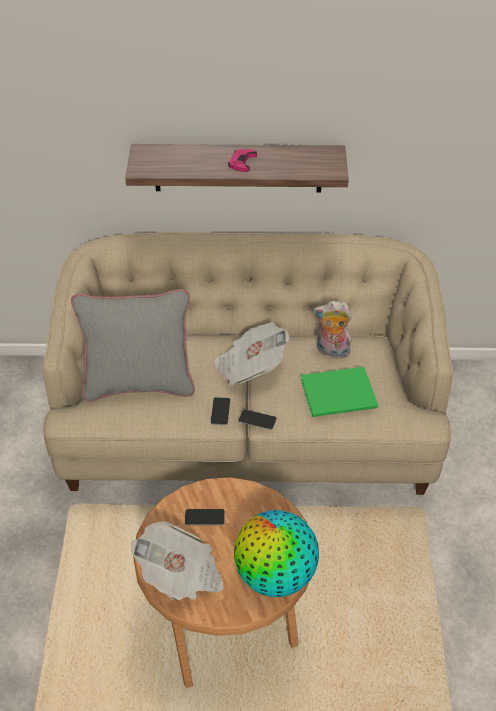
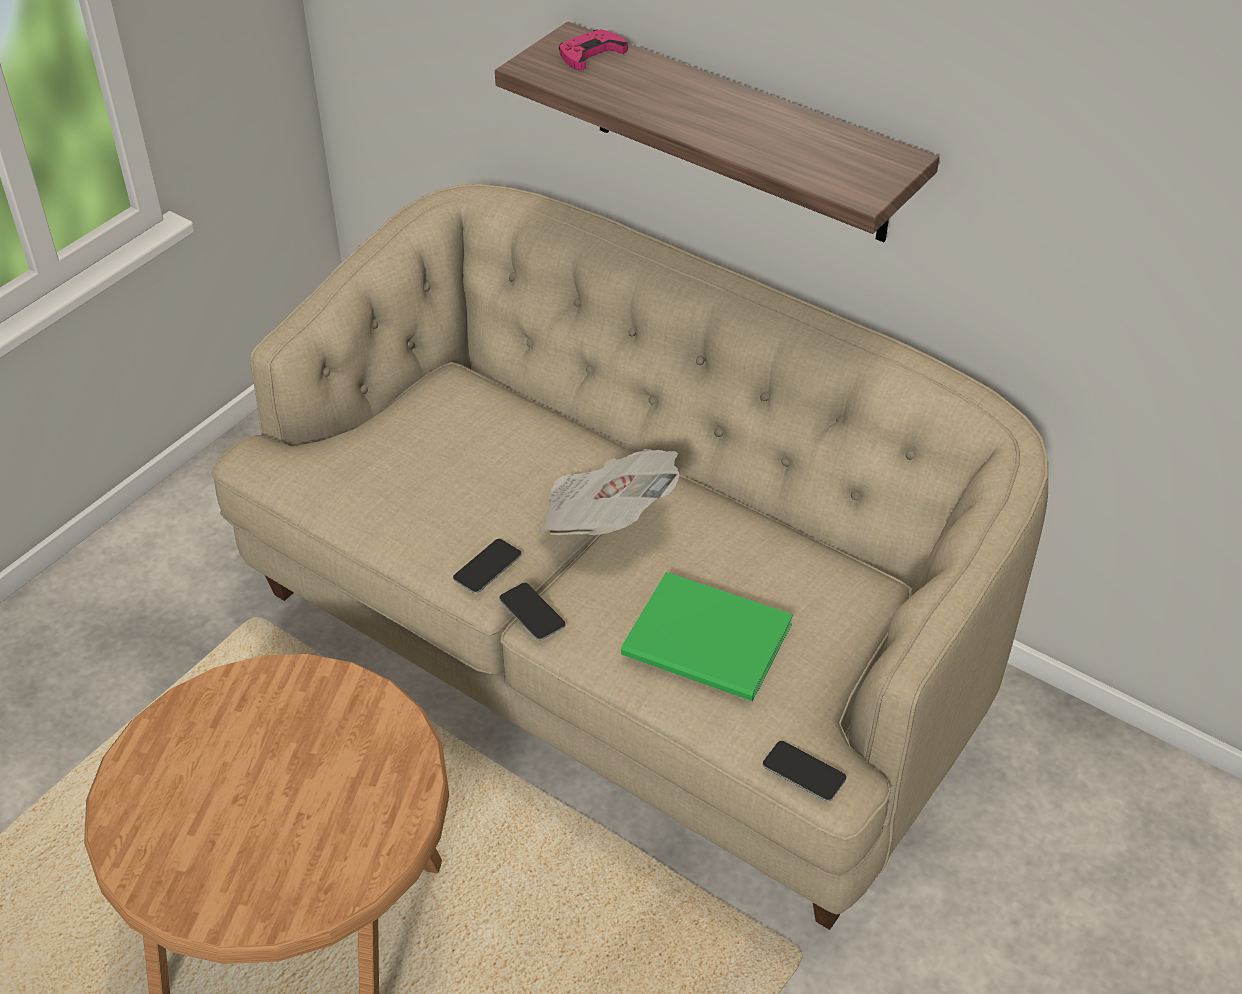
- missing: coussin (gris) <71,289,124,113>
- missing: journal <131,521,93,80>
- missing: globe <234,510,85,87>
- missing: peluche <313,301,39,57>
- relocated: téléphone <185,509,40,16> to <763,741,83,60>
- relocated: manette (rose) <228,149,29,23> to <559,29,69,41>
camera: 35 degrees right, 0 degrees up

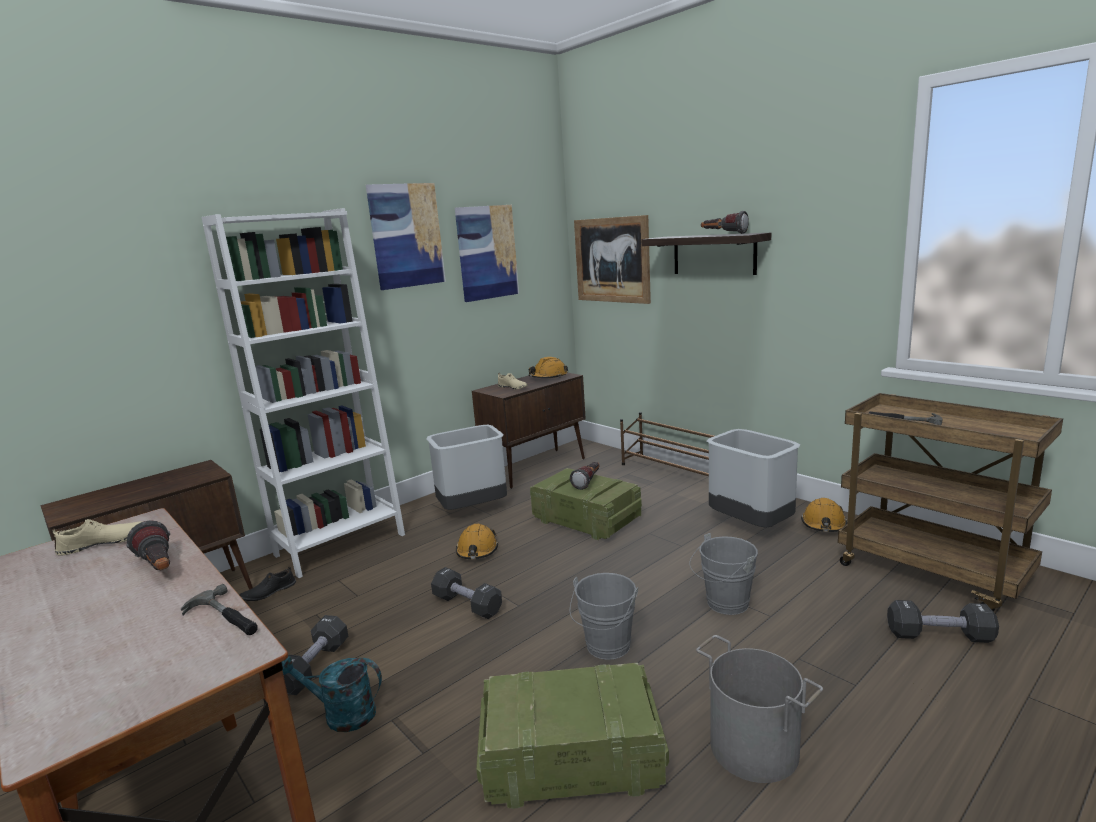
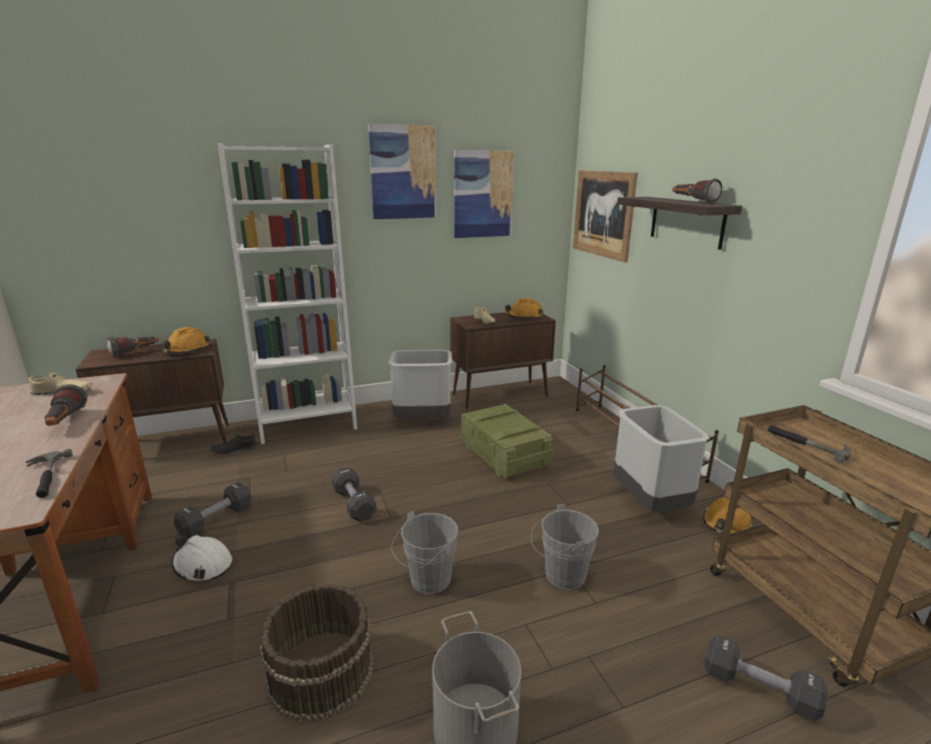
- relocated: casque de chantier (orange) <456,524,42,35> to <161,327,50,26>
- relocated: lampe de poche <570,462,30,28> to <107,336,52,21>
- exchanged: arrosoir (turquoise) <282,655,100,77> to casque de chantier (blanc) <172,535,60,46>
- exchanged: caisse <476,663,193,146> to seau (marron) <260,584,113,138>
camera: 20 degrees right, 5 degrees up

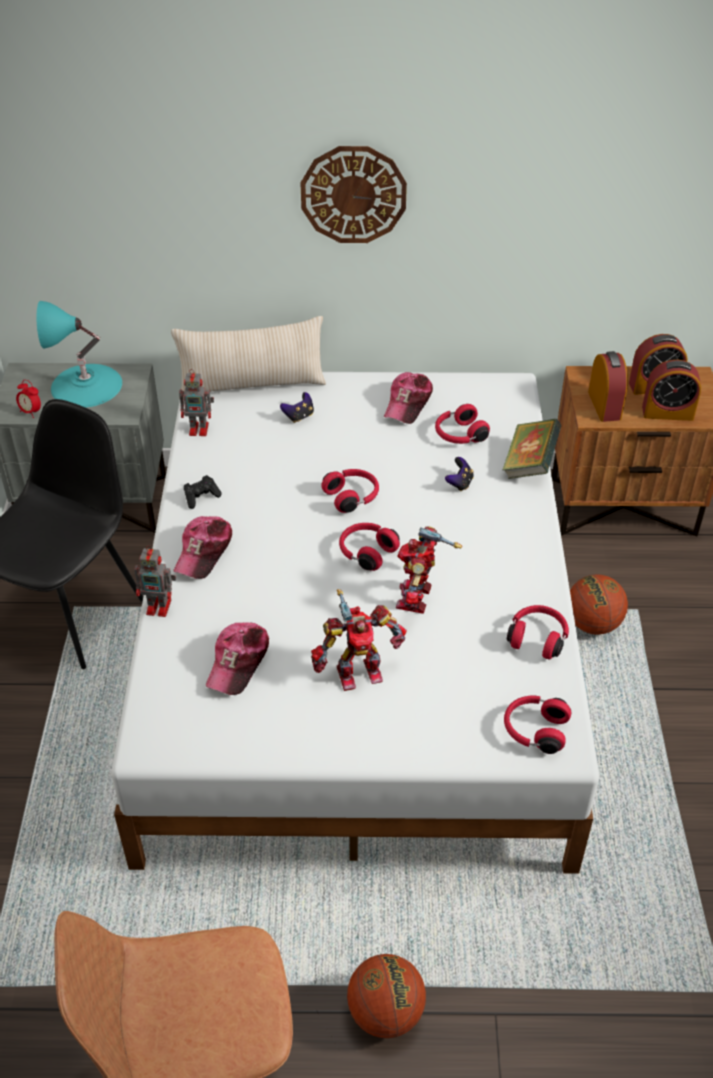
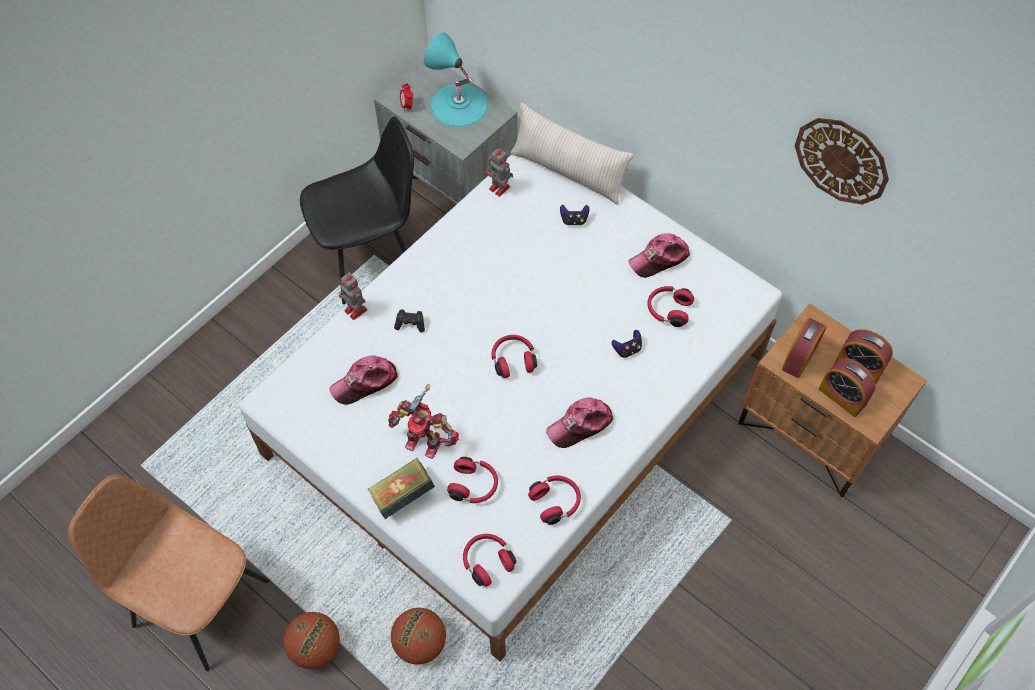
- missing: robot jouet <396,526,66,88>
- relocated: casquette <173,516,59,63> to <546,397,67,51>
- relocated: manette (noir) <184,475,38,34> to <394,310,31,23>
- relocated: horloge murale <300,146,107,97> to <795,118,94,87>
- relocated: casque audio (rouge) <321,469,58,44> to <447,457,51,46>
- relocated: livre <502,419,59,60> to <368,458,67,61>
- relocated: ballon de basket <570,574,58,61> to <391,608,55,57>
camera: 40 degrees right, 15 degrees up

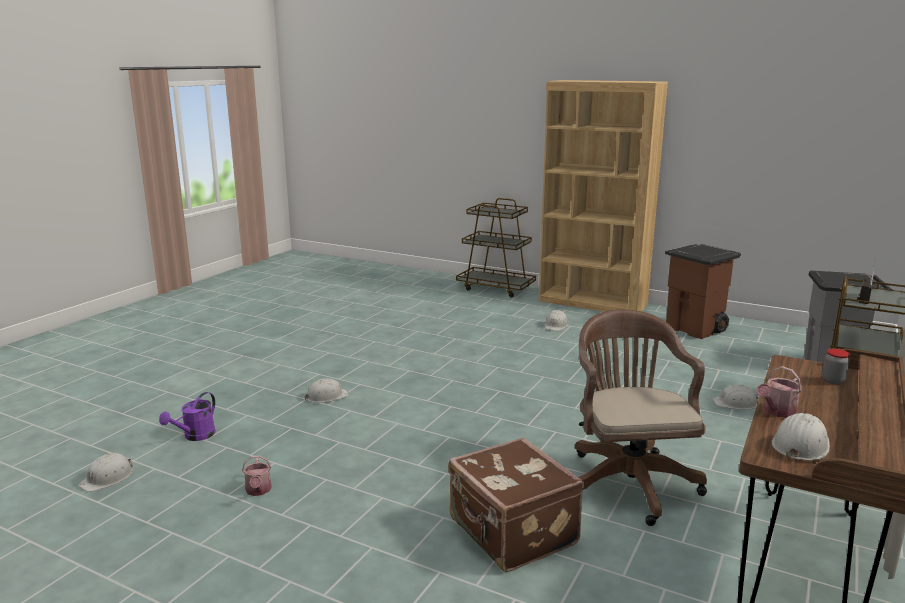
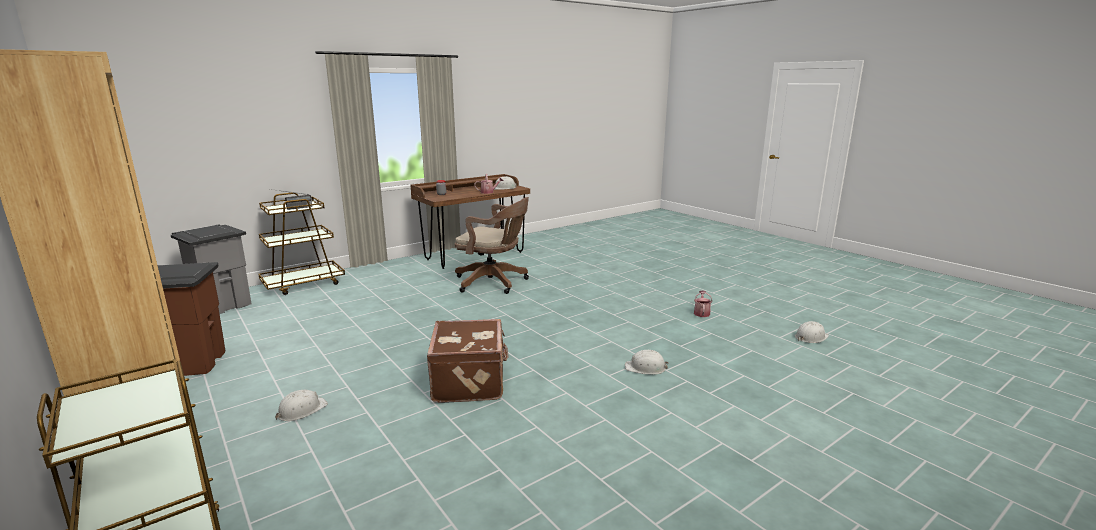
- missing: arrosoir (violet) <159,392,56,49>
- missing: casque de chantier (blanc) <713,384,46,26>
- relocated: valise (marron) <448,437,136,135> to <427,319,82,84>
- spun: chaise de bureau (marron) <575,309,132,217> = <455,197,74,97> 90 degrees counterclockwise
camera: 155 degrees left, 0 degrees up

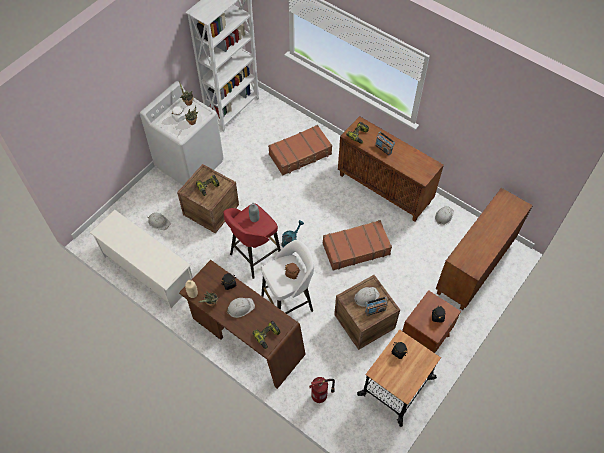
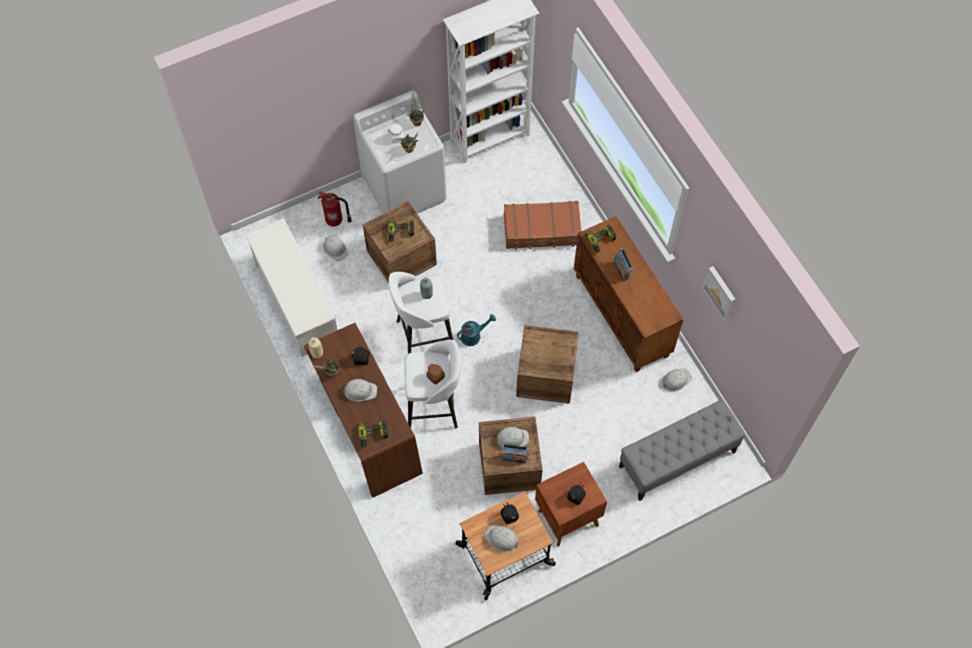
- appeared: casque de chantier (blanc) <484,525,36,27>
- appeared: tableau <703,266,33,54>
- relocated: extincteur <309,377,26,26> to <318,191,34,35>
- exchanged: valise (marron) <323,220,69,51> to caisse <516,325,63,79>
- exchanged: meuble de rangement (marron) <436,188,97,122> to banc (gris) <619,400,126,101>
- colour: tabouret (rouge) <224,203,57,76> to tabouret (blanc) <389,272,64,82>
camera: 25 degrees right, 5 degrees up

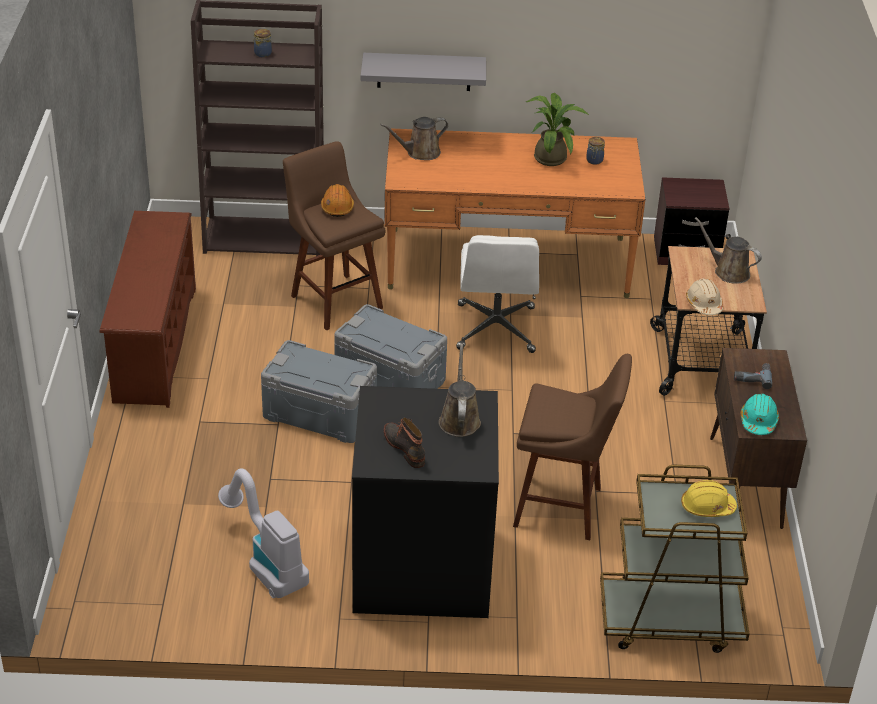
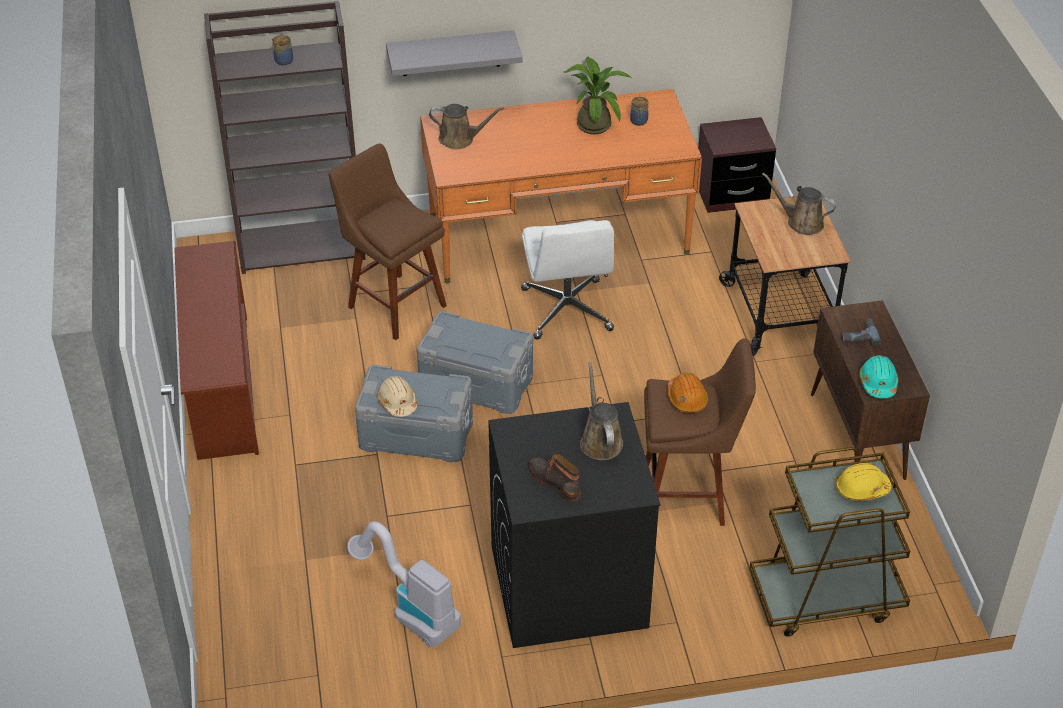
- relocated: casque de chantier (orange) <321,184,33,33> to <667,373,41,40>
- relocated: casque de chantier (beige) <686,279,37,36> to <377,376,40,41>
- spun: arrosoir (marron) <380,117,68,43> = <429,104,75,45> 135 degrees counterclockwise
camera: 10 degrees left, 5 degrees up

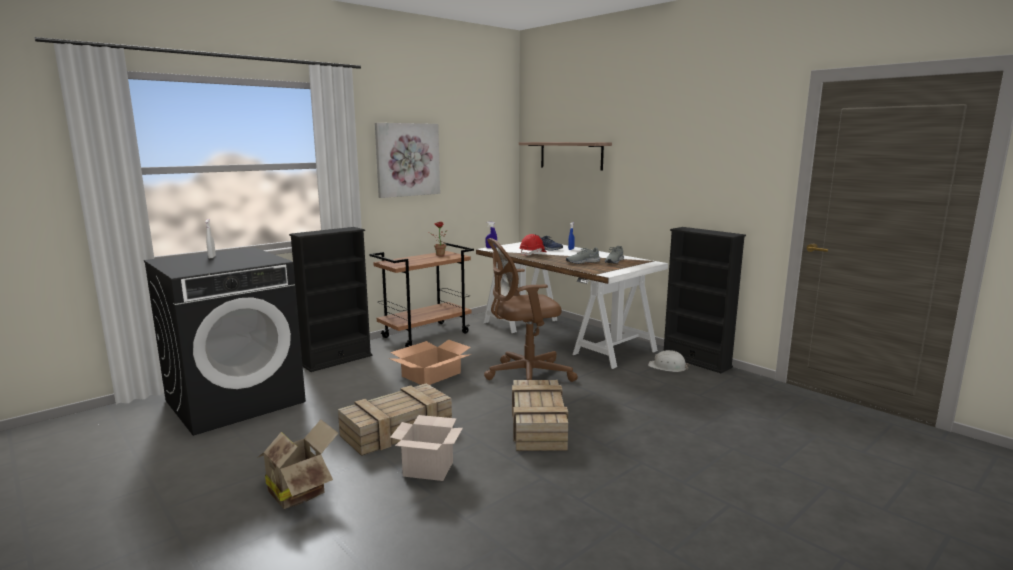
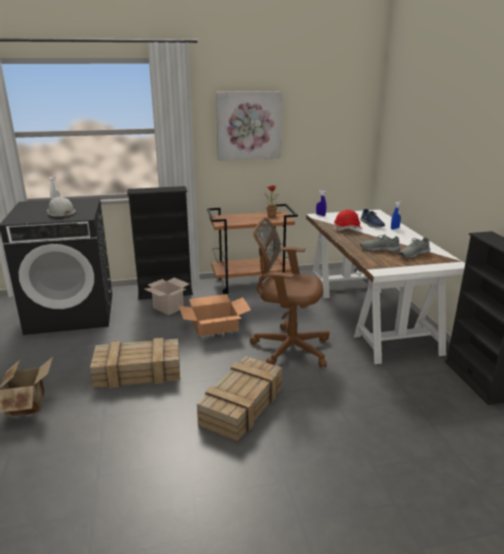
- missing: étagère <519,142,93,29>
- relocated: carton <390,415,73,66> to <145,278,44,37>
- relocated: casque de chantier (blanc) <648,350,42,22> to <47,197,29,20>
camera: 30 degrees right, 10 degrees up

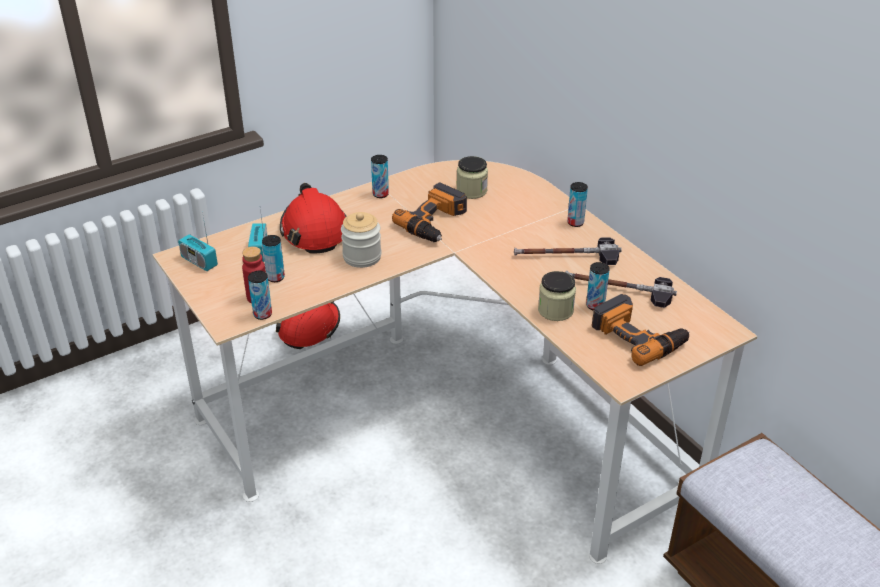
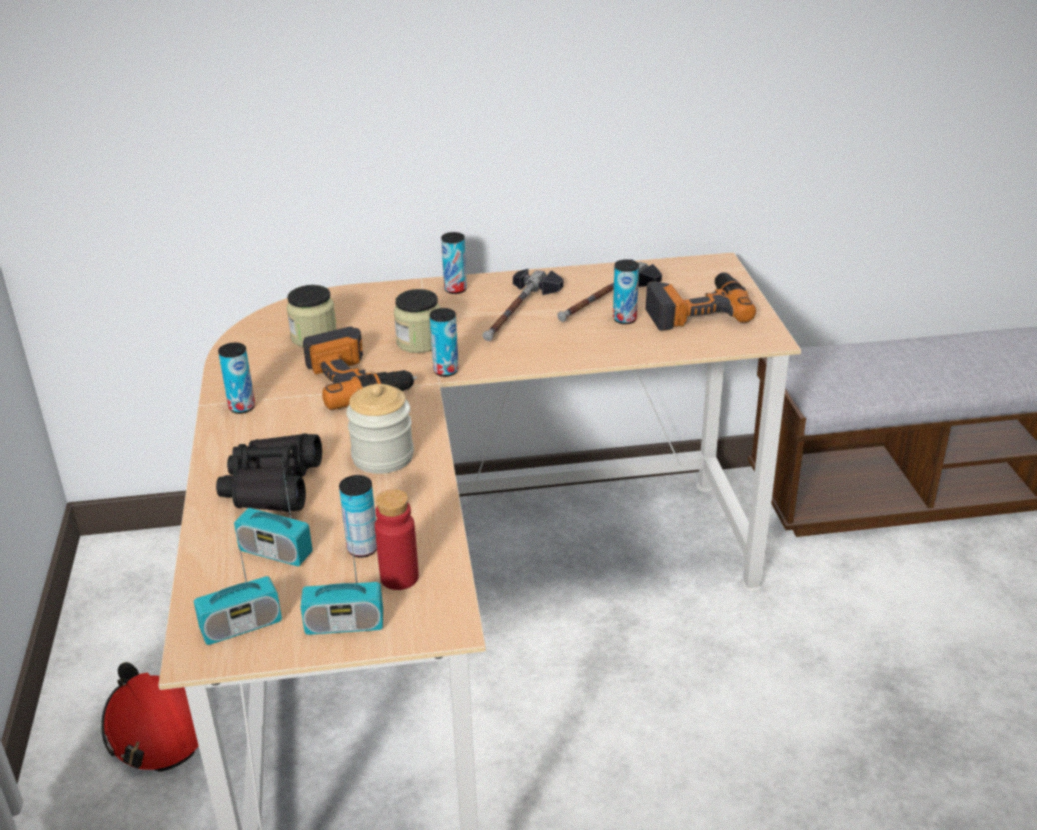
- appeared: radio <301,523,82,112>
- relocated: boîte métallique <248,271,24,49> to <430,308,29,69>
- relocated: bocal <538,271,38,50> to <394,289,47,64>
- exchanged: casque de chantier (rouge) <280,183,67,71> to jumelles (noir) <216,433,106,79>
camera: 65 degrees left, 5 degrees down

